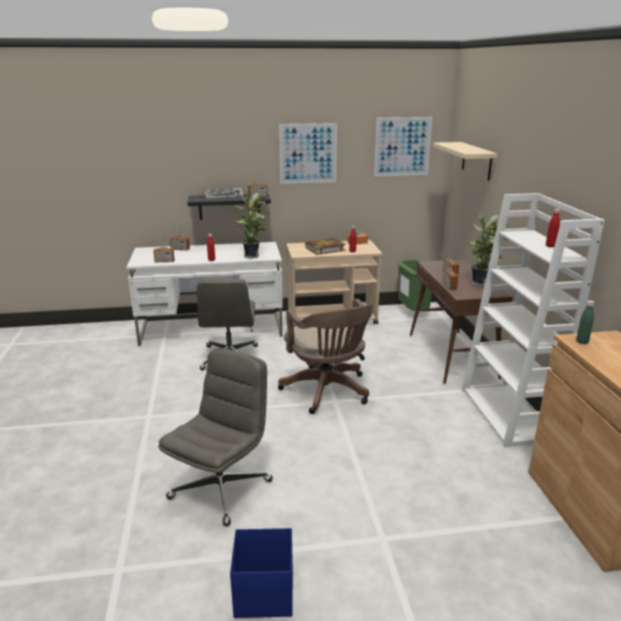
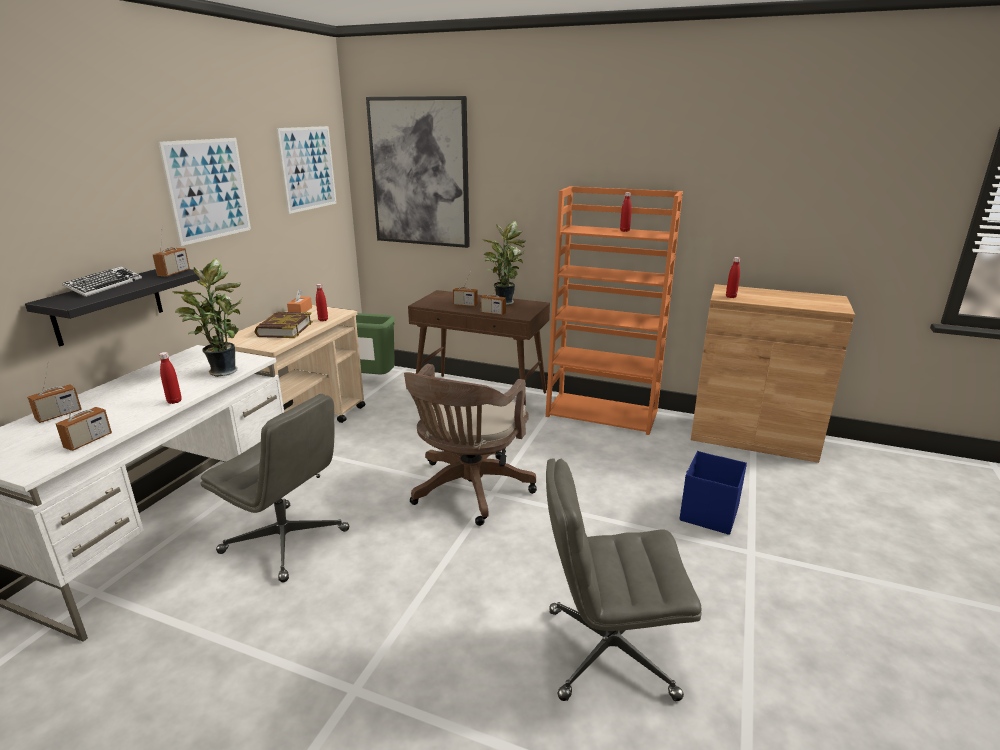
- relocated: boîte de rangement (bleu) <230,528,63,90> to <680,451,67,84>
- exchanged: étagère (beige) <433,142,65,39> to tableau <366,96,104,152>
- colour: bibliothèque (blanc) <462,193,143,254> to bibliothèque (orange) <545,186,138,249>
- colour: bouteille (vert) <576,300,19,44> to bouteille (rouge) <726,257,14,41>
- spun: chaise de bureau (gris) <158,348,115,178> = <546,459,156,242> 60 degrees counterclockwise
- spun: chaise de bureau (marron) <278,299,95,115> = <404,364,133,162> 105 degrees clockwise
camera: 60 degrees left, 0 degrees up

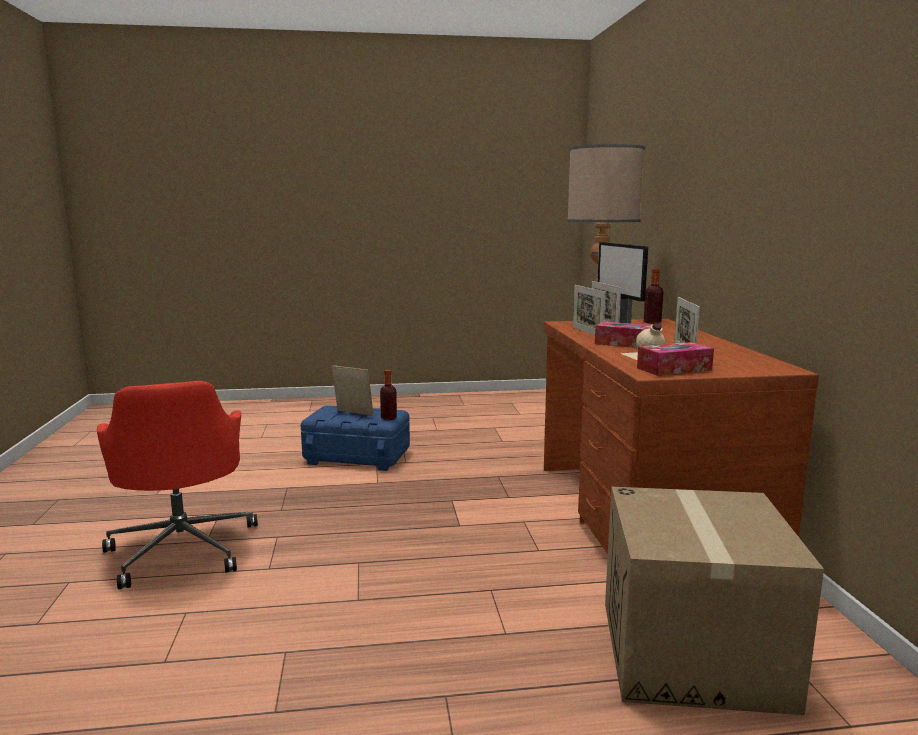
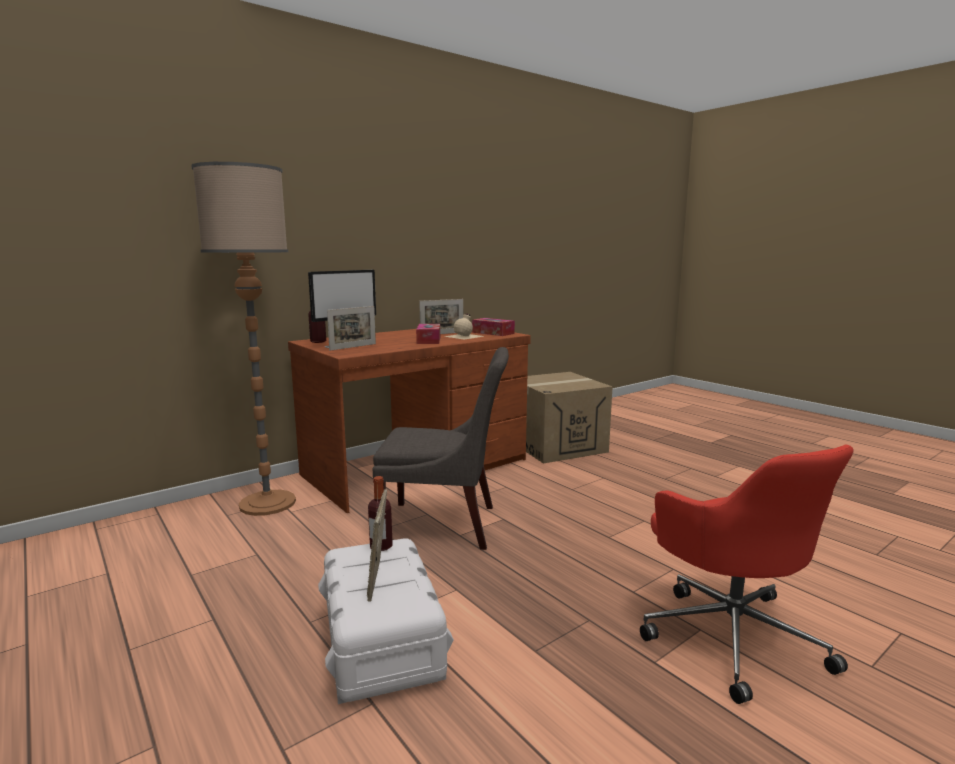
- missing: cadre photo <573,285,33,50>
- appeared: chaise (gris) <372,347,137,203>
- colour: boîte de rangement (bleu) <301,405,109,66> to boîte de rangement (blanc) <318,538,136,166>
- spun: chaise de bureau (rouge) <97,381,161,208> = <640,445,213,259> 120 degrees clockwise
camera: 120 degrees left, 0 degrees up

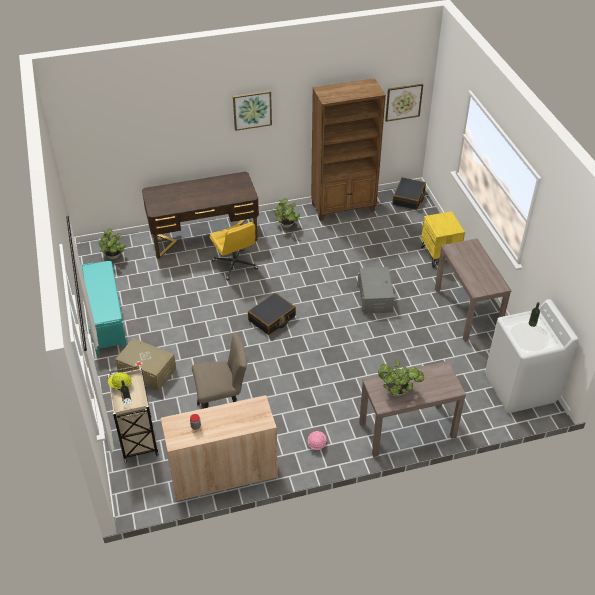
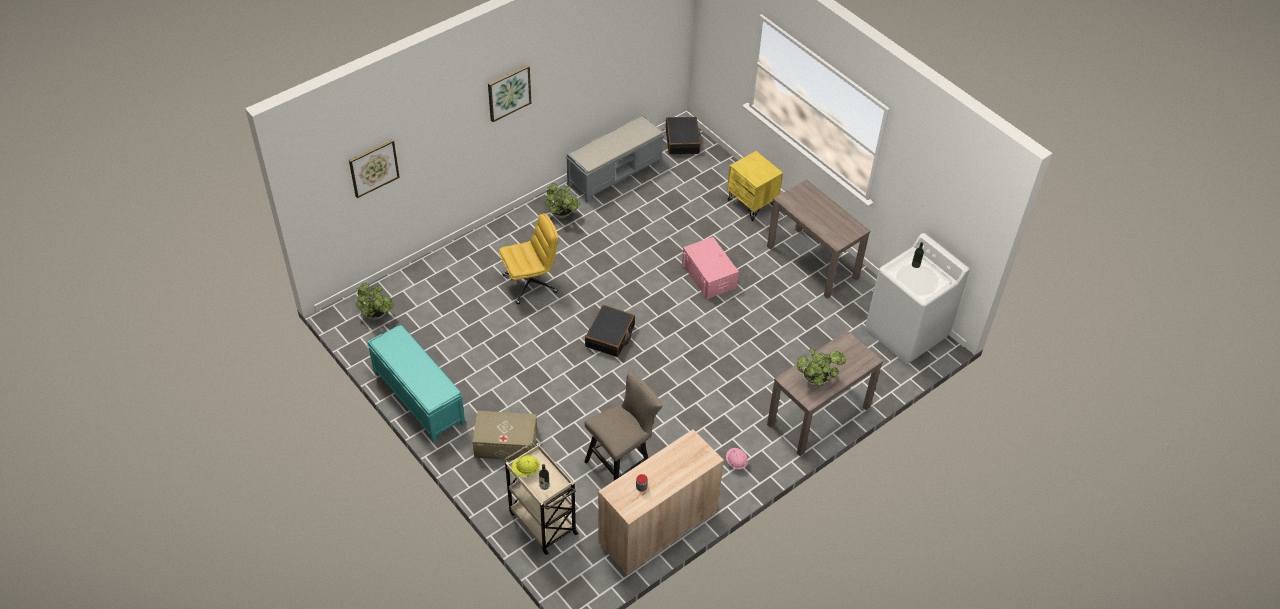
- missing: bureau (marron) <142,172,117,87>
- relocated: tableau <385,84,38,38> to <349,140,51,58>
- exchanged: bibliothèque (marron) <311,78,75,143> to banc (gris) <565,114,99,89>
- colour: boîte de rangement (gris) <358,267,37,47> to boîte de rangement (rose) <682,237,57,62>
- spun: chaise de bureau (jaune) <210,222,48,58> = <499,213,59,91> 60 degrees counterclockwise
camera: 25 degrees left, 5 degrees up

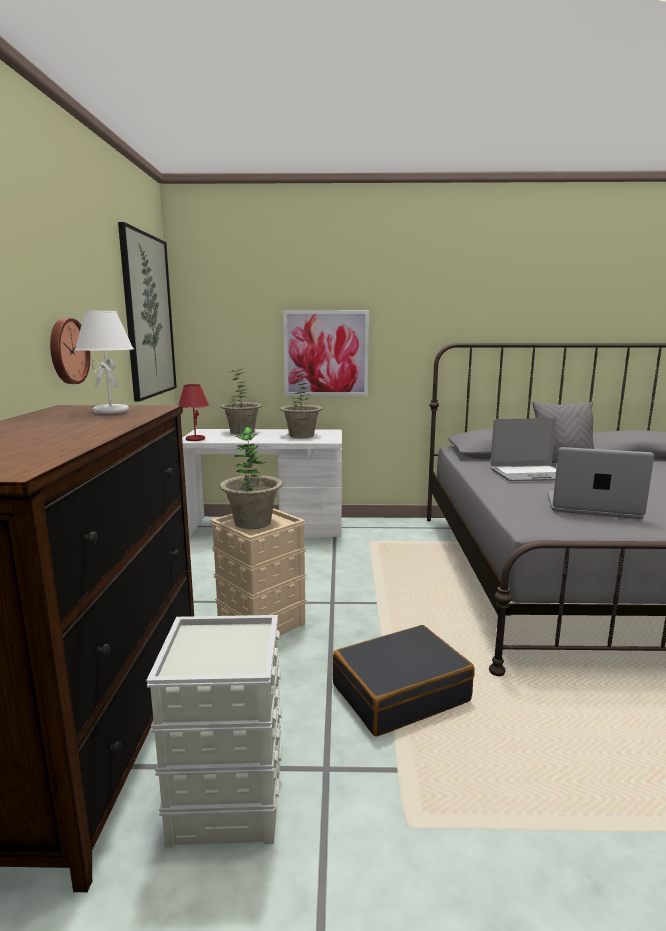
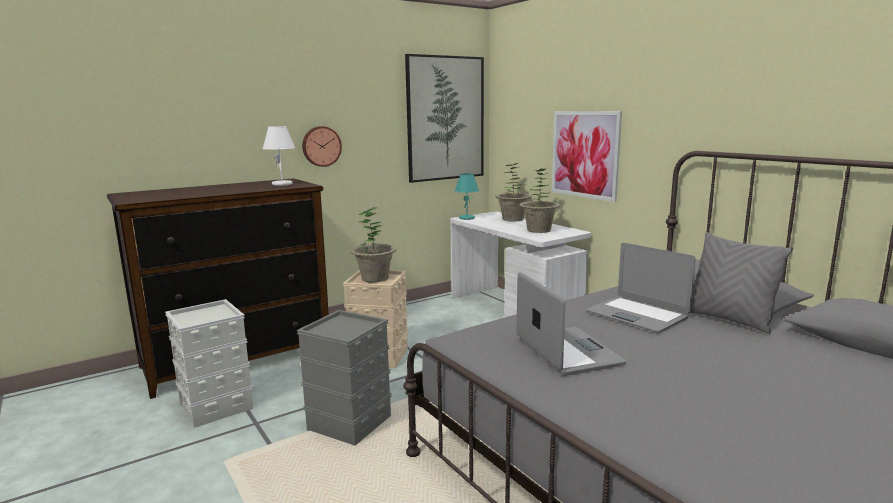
- exchanged: valise (noir) <333,625,141,112> to boîte de rangement (gris) <297,310,95,136>
- colour: lampe de table (rouge) <178,384,31,57> to lampe de table (turquoise) <455,173,24,47>
camera: 55 degrees right, 0 degrees up

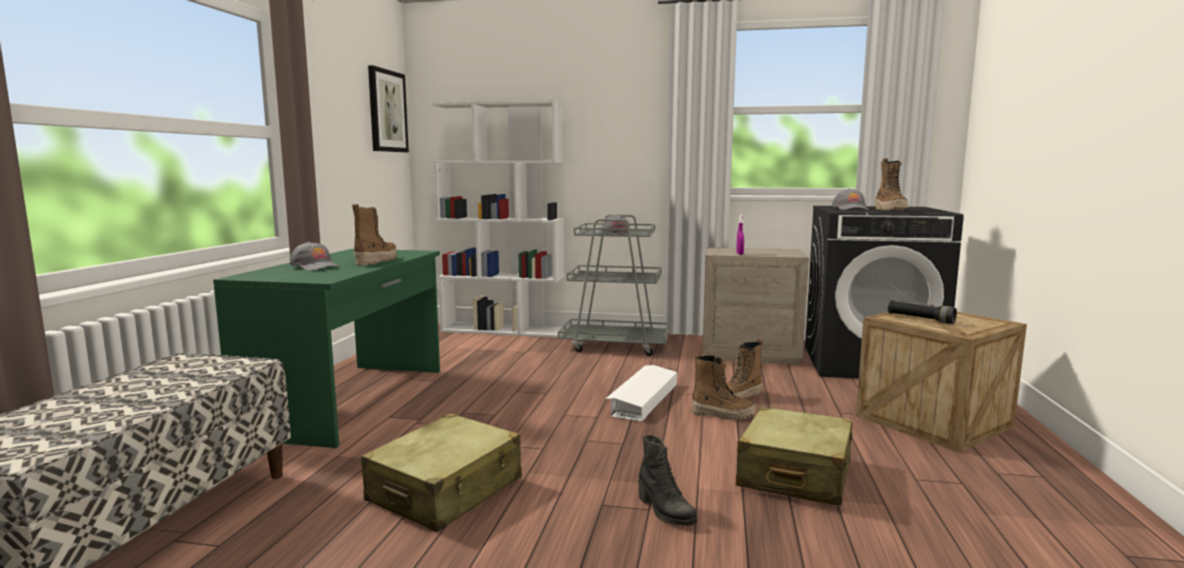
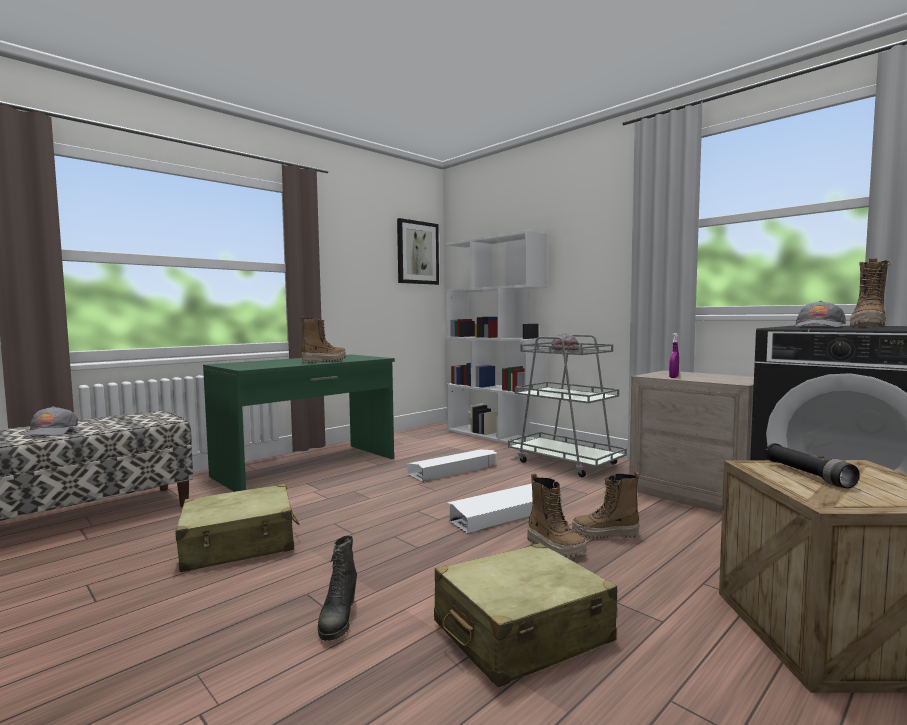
- appeared: boîte de rangement (blanc) <408,449,88,33>
- relocated: casquette (gris) <290,242,50,29> to <23,406,55,31>
camera: 35 degrees right, 5 degrees down

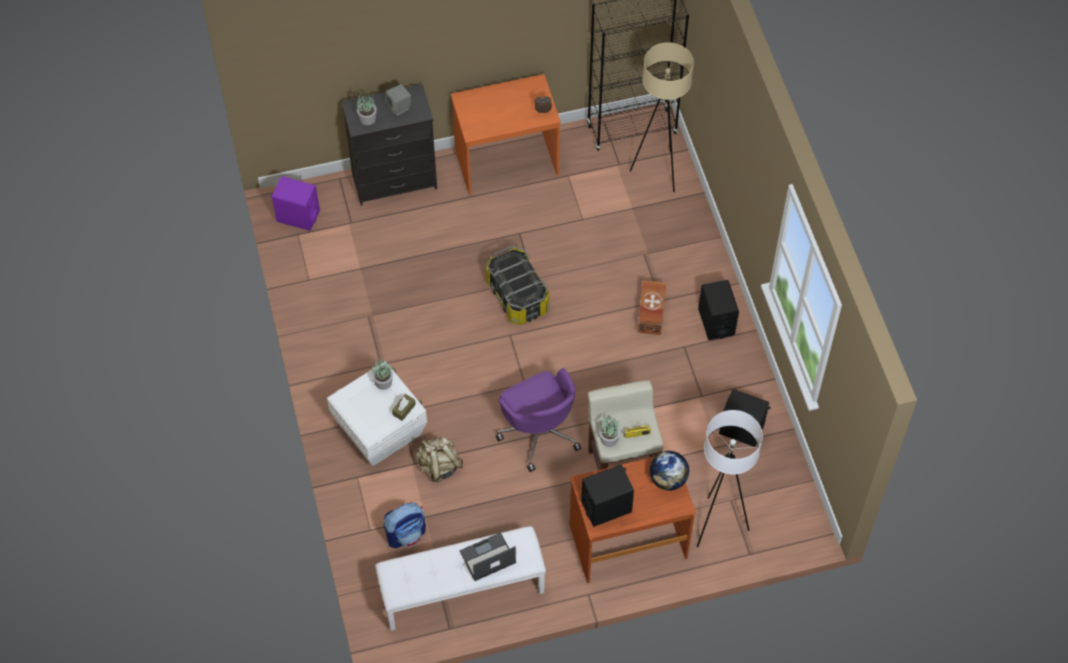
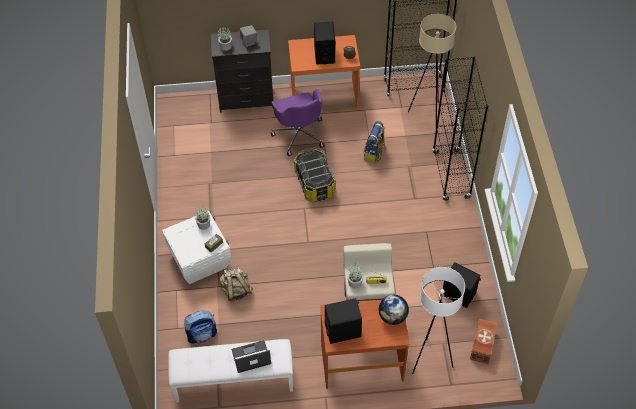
- missing: enceinte (violet) <271,176,49,55>
- appeared: sac à dos <364,121,22,43>
- appeared: bibliothèque (noir) <432,56,56,145>
- relocated: chaise de bureau (violet) <496,368,85,104> to <271,89,53,67>
- relocated: boîte de rangement (marron) <637,280,30,55> to <470,319,28,45>
- relocated: enceinte (noir) <698,280,41,60> to <314,22,21,42>
camera: 10 degrees right, 5 degrees down

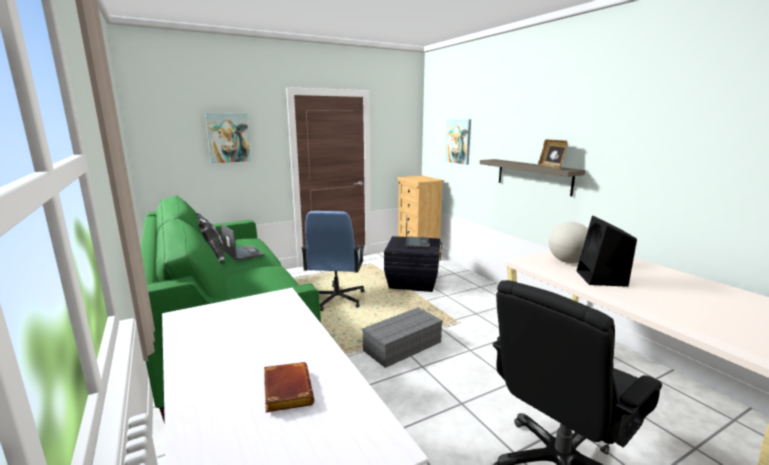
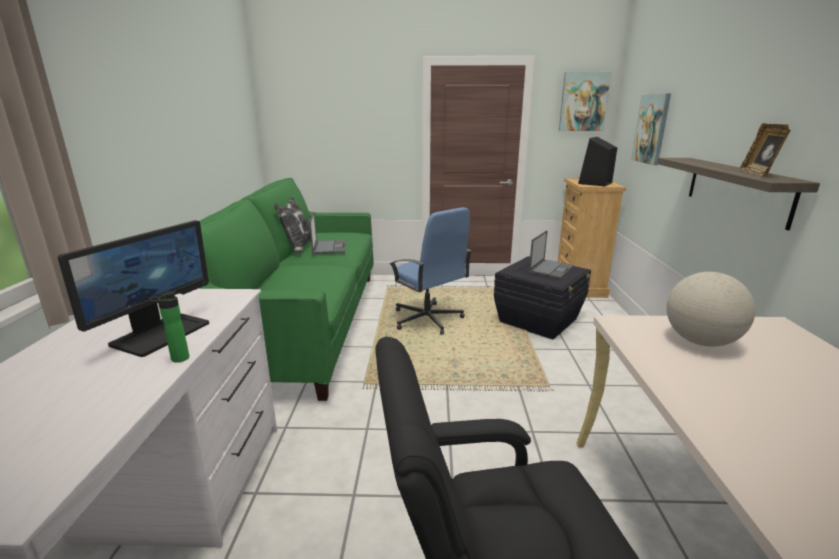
- missing: livre (marron) <264,362,50,50>
- missing: boîte de rangement (gris) <362,308,81,60>
- appeared: écran d'ordinateur <58,220,151,137>
- appeared: bouteille <149,291,40,72>
- relocated: tableau <205,113,46,50> to <559,72,52,59>
- relocated: enceinte (noir) <577,215,60,72> to <578,137,39,49>
- spun: chaise de bureau (bleu) <301,211,63,100> = <390,207,82,128> 75 degrees counterclockwise
camera: 30 degrees right, 5 degrees up

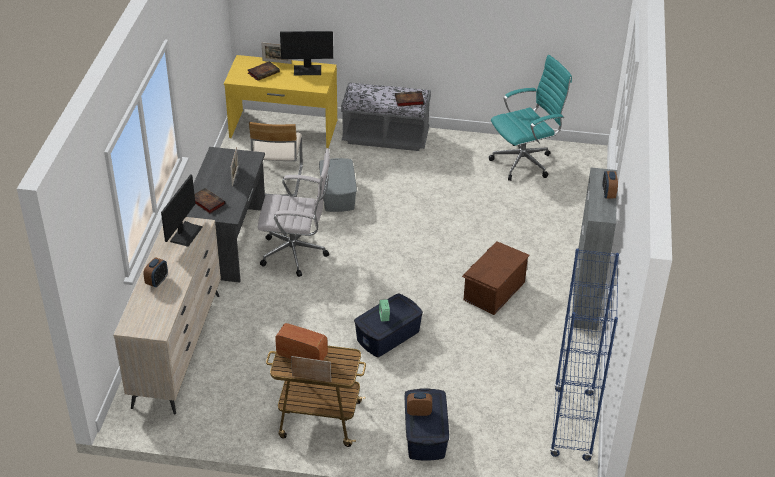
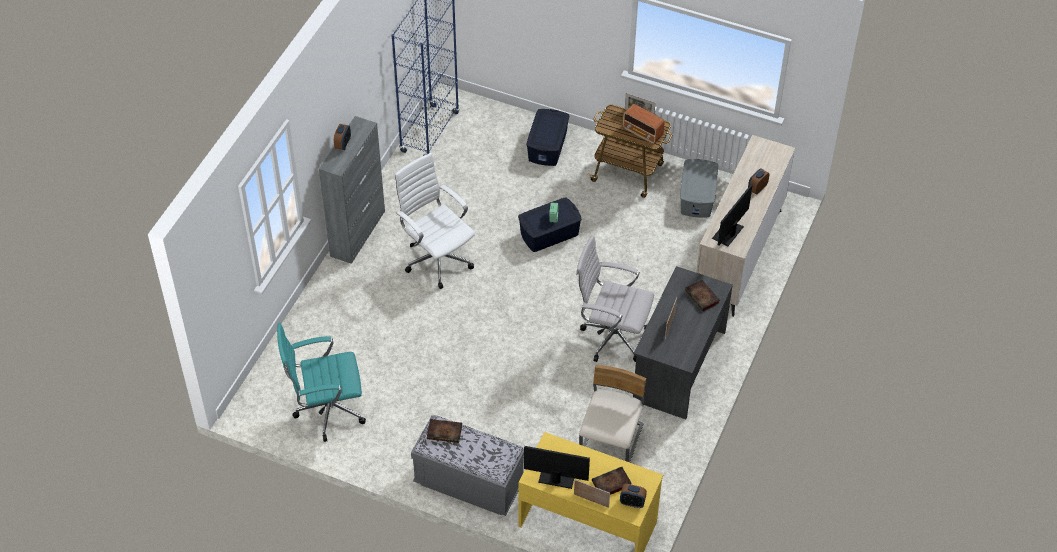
- relocated: boîte de rangement (gris) <319,158,38,54> to <680,159,38,59>
- relocated: réveil <407,392,25,24> to <620,484,27,24>
- exchanged: boîte de rangement (marron) <462,241,68,74> to chaise de bureau (blanc) <394,153,81,136>
camera: 165 degrees left, 10 degrees up

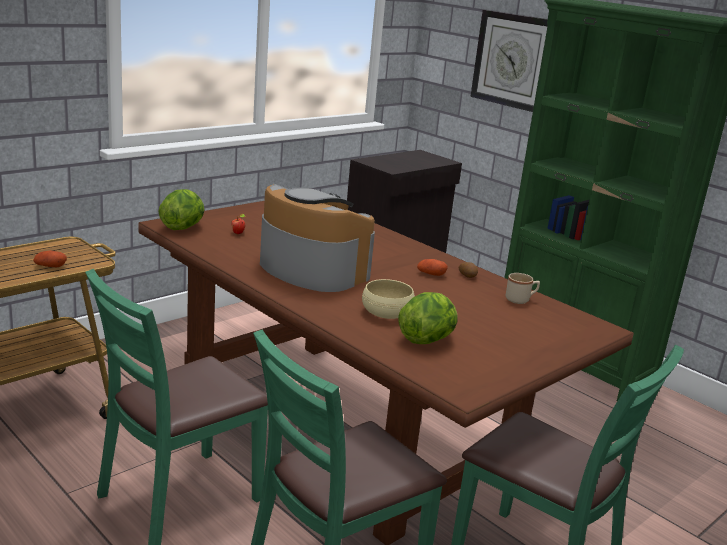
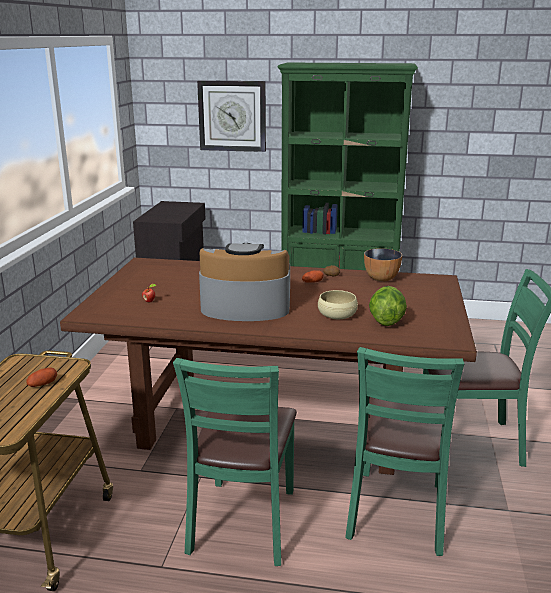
- missing: laitue <158,189,47,41>
- exchanged: mug (beige) <506,273,34,31> to bol <364,248,38,34>
camera: 35 degrees left, 0 degrees up

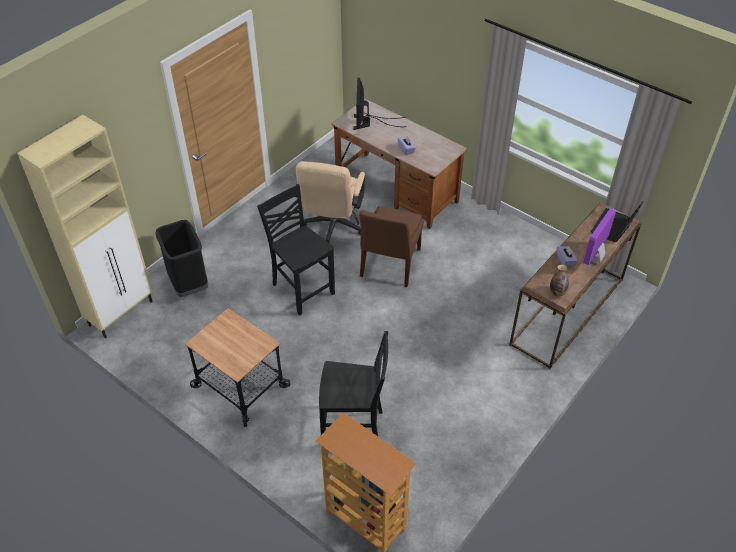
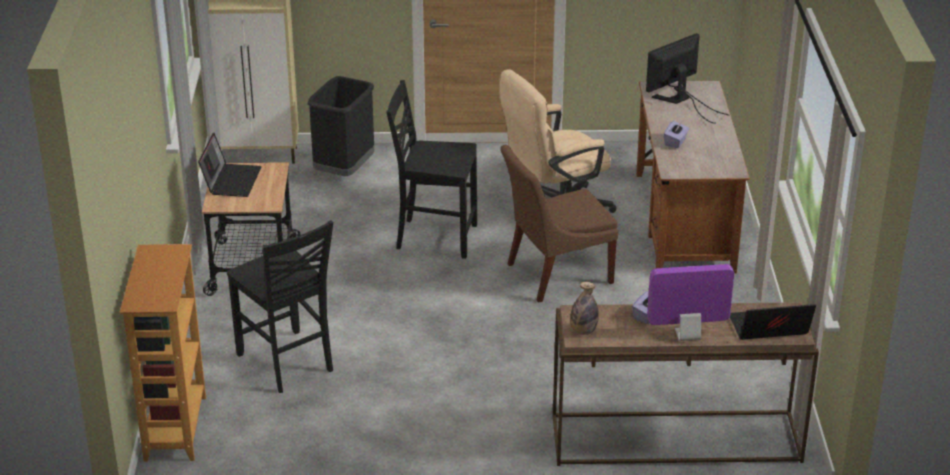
- appeared: ordinateur portable <198,133,64,64>
- spun: chaise (noir) <257,184,78,132> = <386,80,91,179> 90 degrees counterclockwise
camera: 50 degrees right, 15 degrees down

